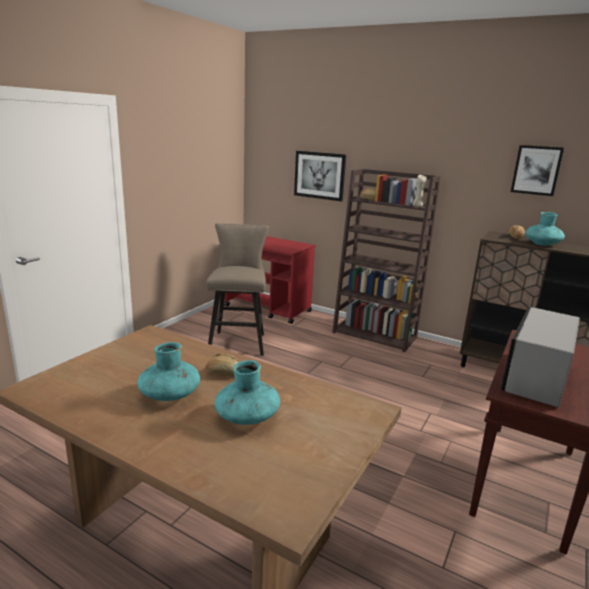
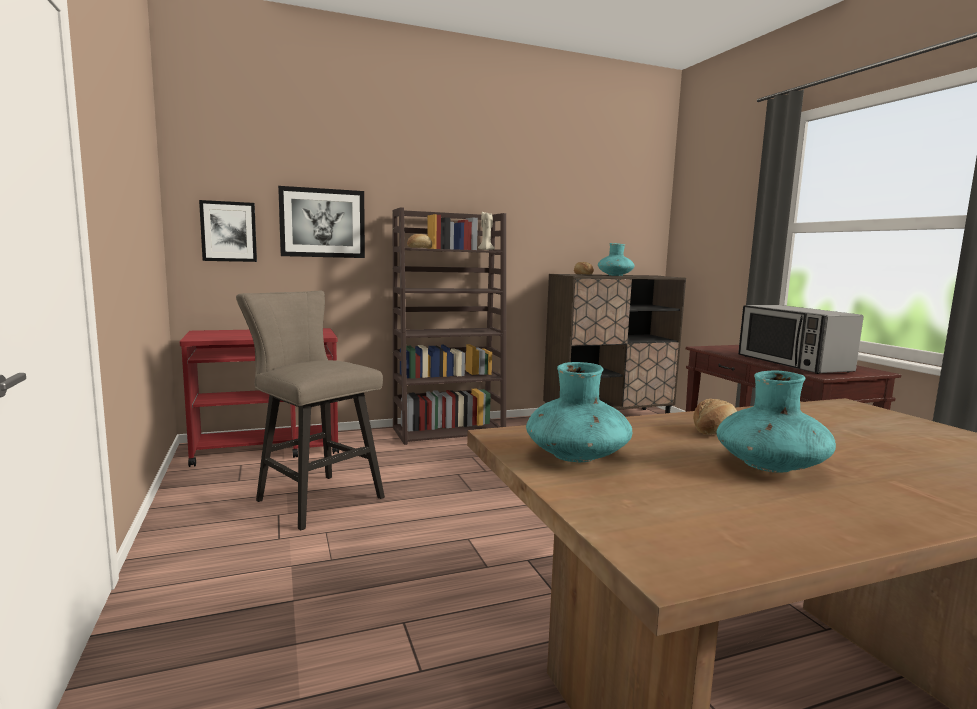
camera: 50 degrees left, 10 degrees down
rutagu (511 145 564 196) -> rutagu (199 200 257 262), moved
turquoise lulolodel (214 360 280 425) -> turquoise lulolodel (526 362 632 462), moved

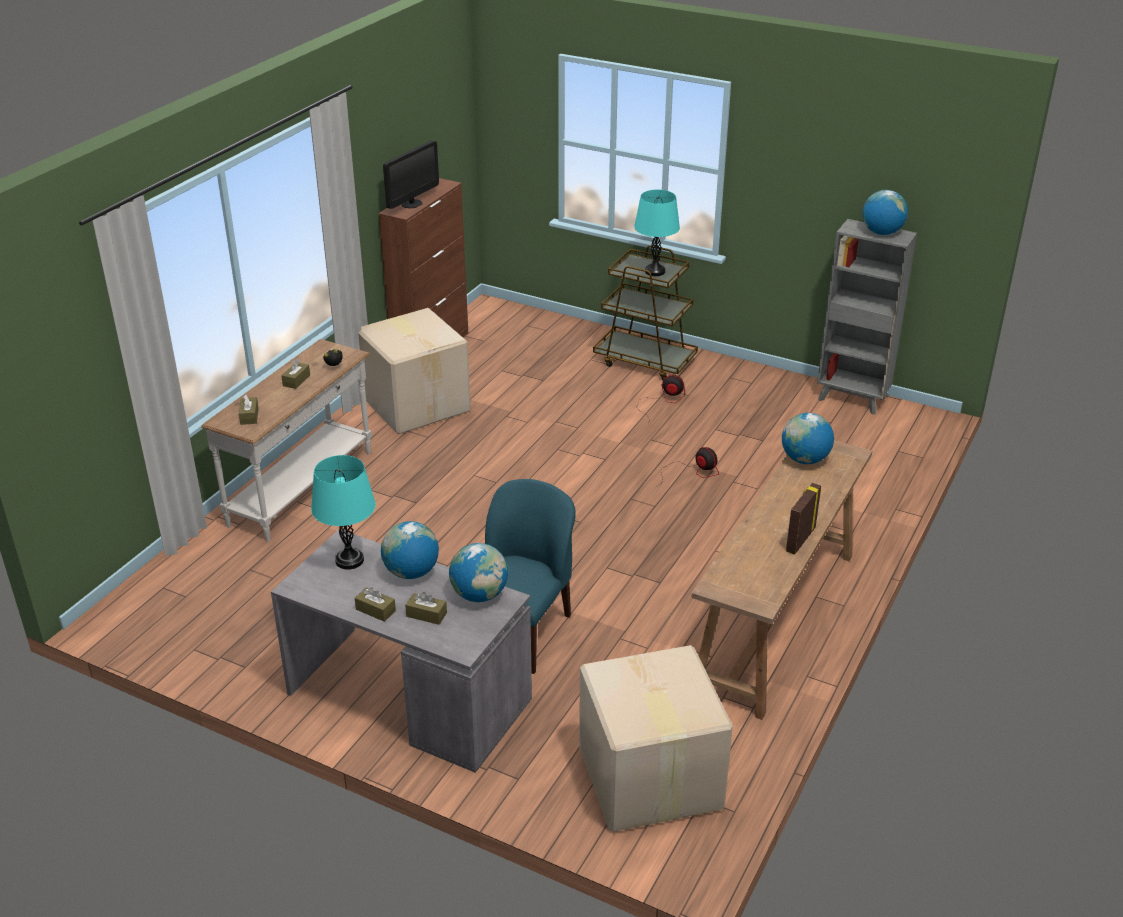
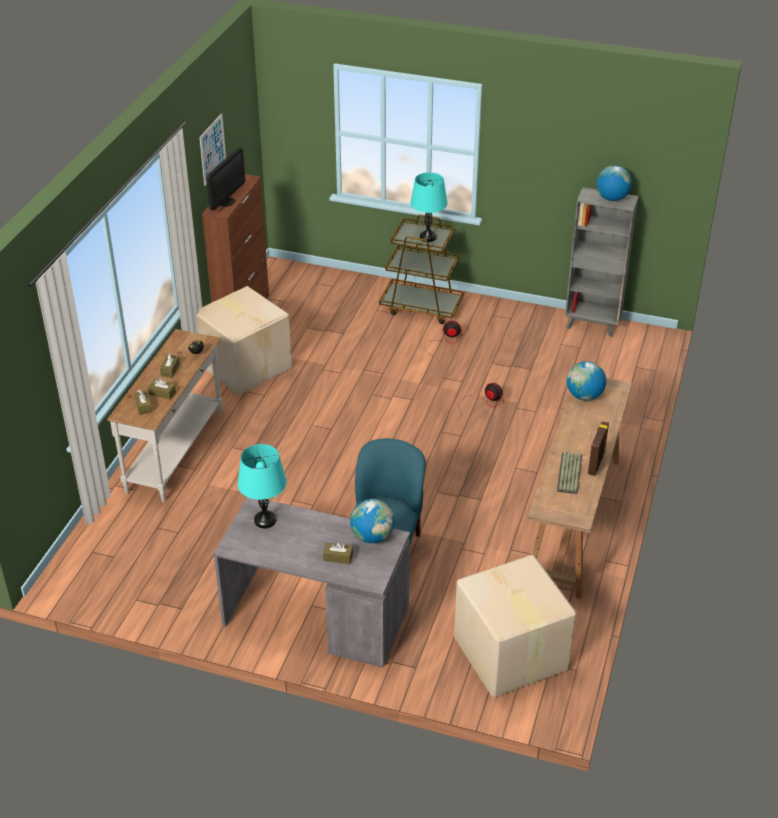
camera: 10 degrees left, 5 degrees up
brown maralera (355 587 396 622) -> brown maralera (148 378 176 400), moved
none -> rutagu (199 113 226 186)
none -> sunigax (557 452 582 494)
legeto (381 521 439 579) -> none

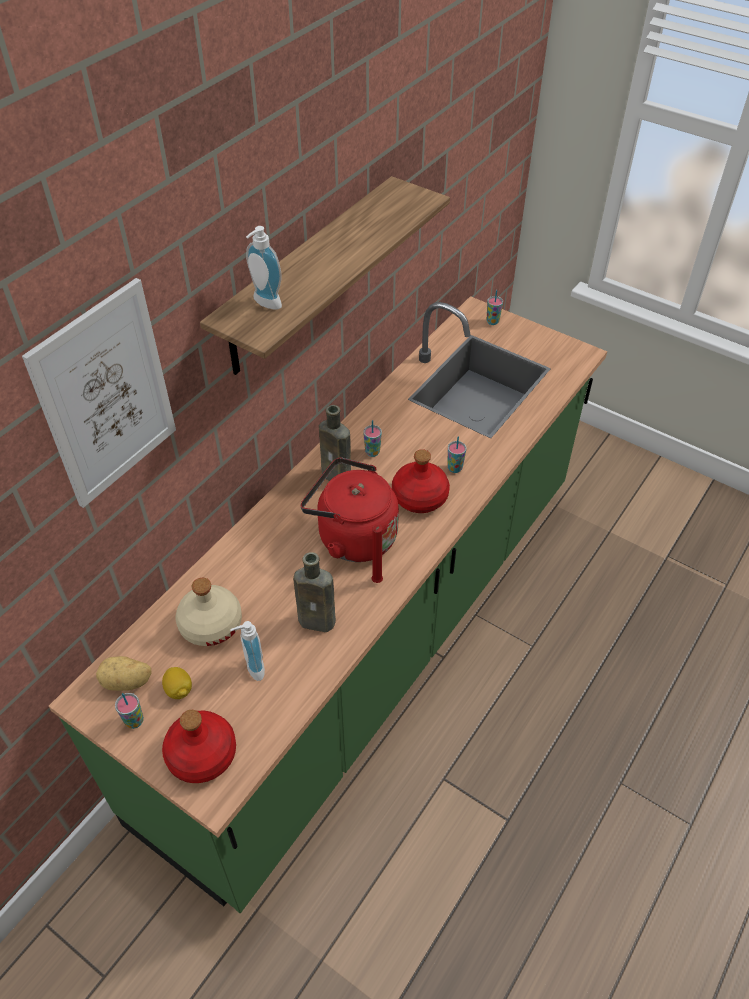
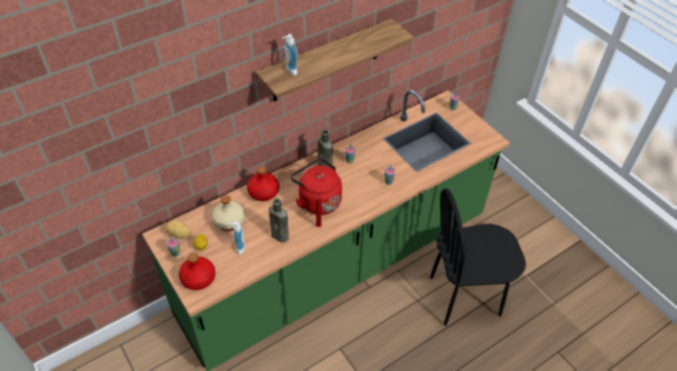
camera: 20 degrees right, 0 degrees up
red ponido (392 449 450 513) -> red ponido (247 166 279 201), moved
none -> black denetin (430 188 526 326)
rutagu (22 278 176 508) -> none

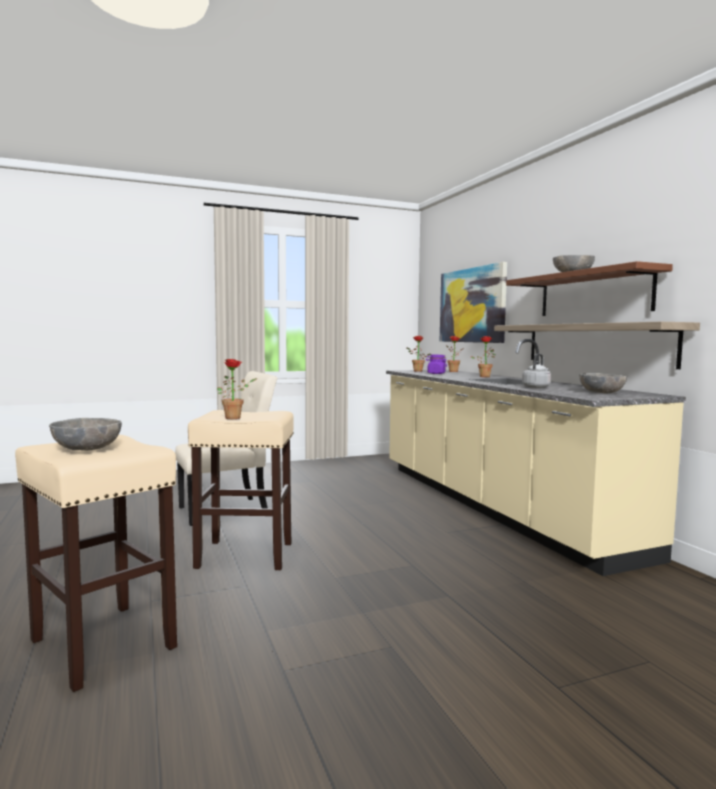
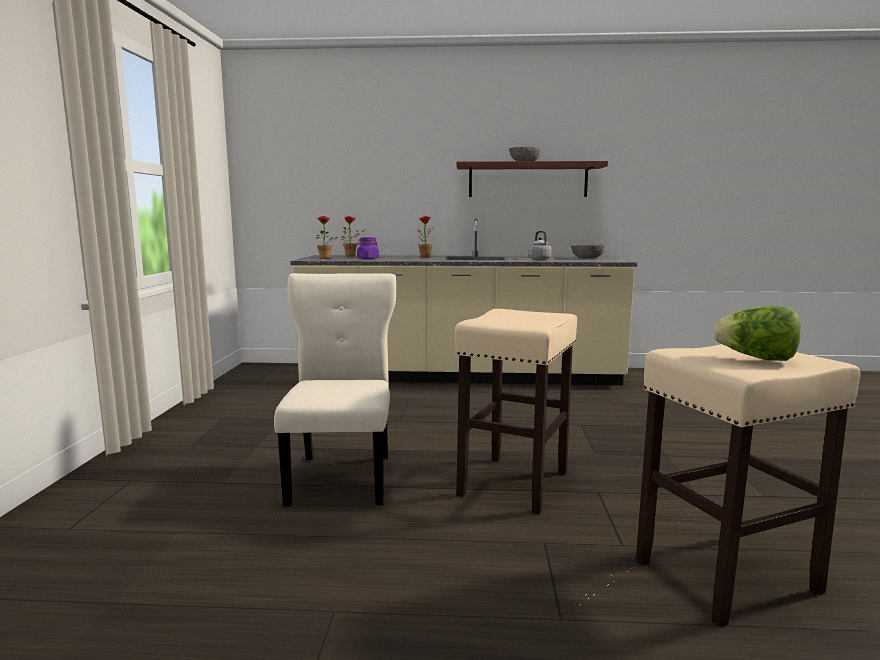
camera: 65 degrees left, 5 degrees up
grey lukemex (49 418 122 450) -> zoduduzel (713 306 801 361)
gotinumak (217 359 257 419) -> none
rutagu (440 262 507 343) -> none
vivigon (494 322 700 369) -> none

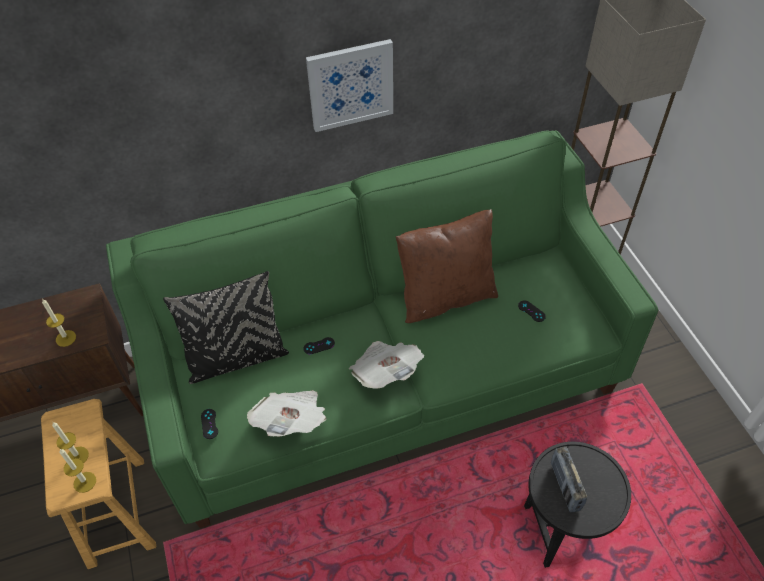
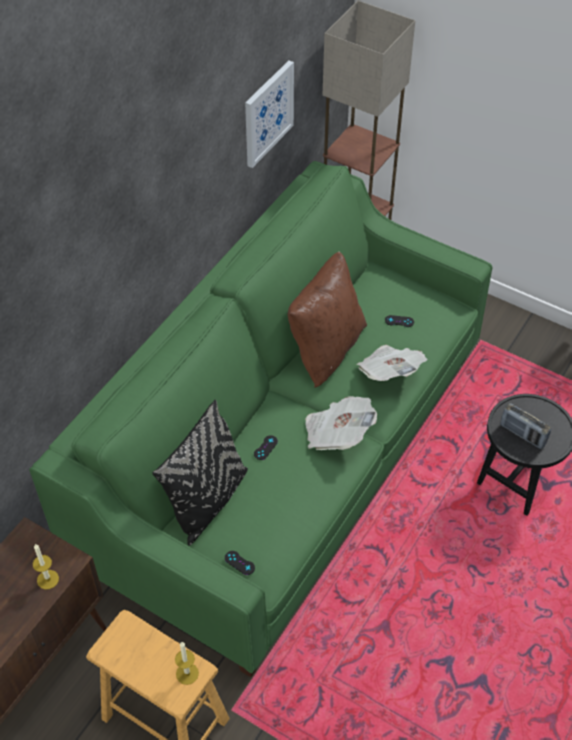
camera: 40 degrees left, 0 degrees up
rutagu (306 39 393 132) -> rutagu (245 60 294 168), moved
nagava (247 390 326 436) -> nagava (356 345 427 381), moved
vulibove (52 422 89 463) -> none

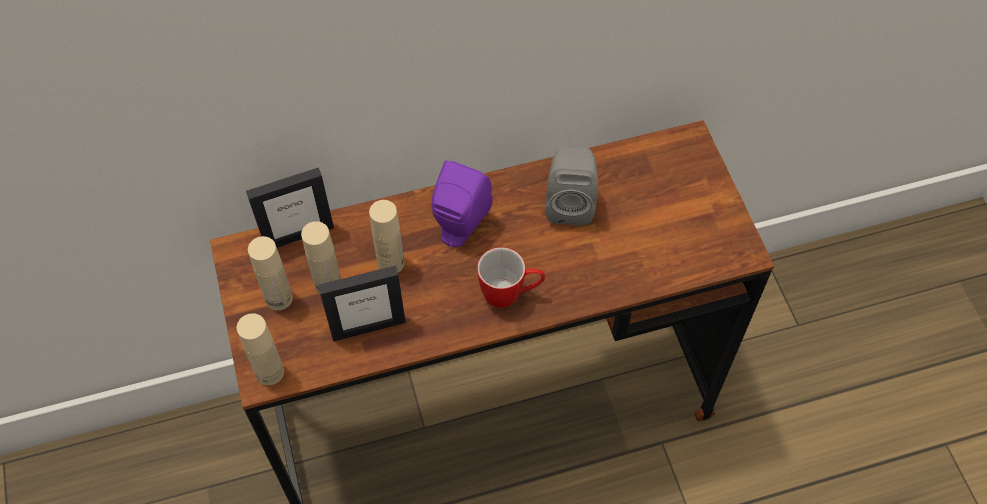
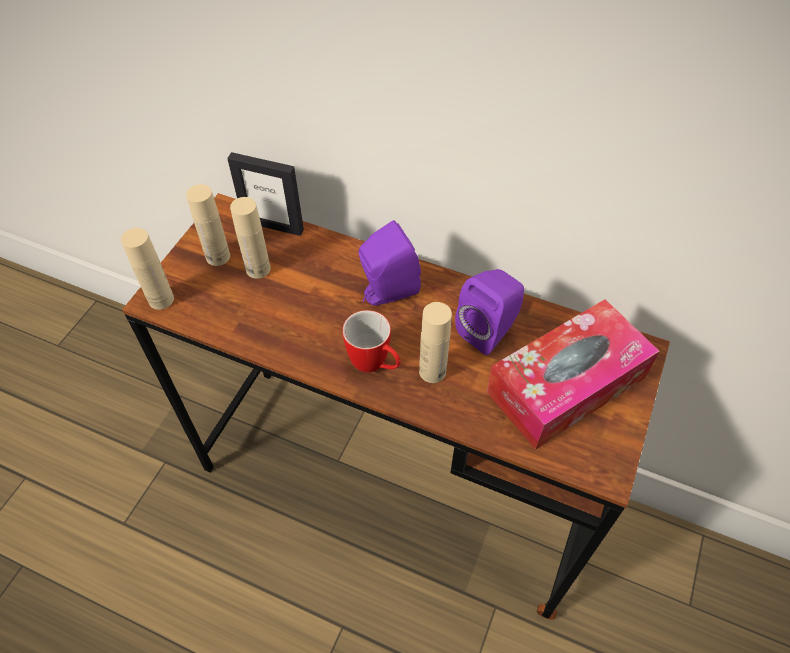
camera: 40 degrees right, 5 degrees down
beige ponido (369 200 404 273) -> beige ponido (419 302 452 383), moved
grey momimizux (546 146 598 226) -> purple momimizux (455 269 524 355)
none -> maralera (487 299 660 450)
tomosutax (318 265 406 342) -> none

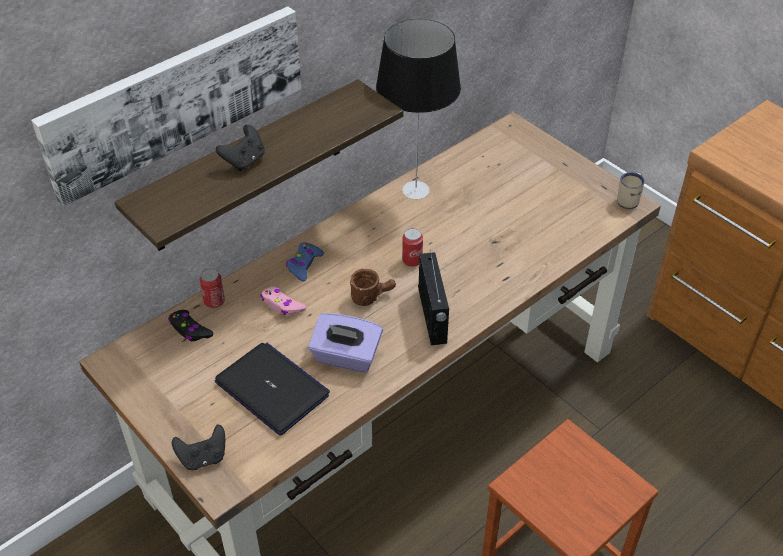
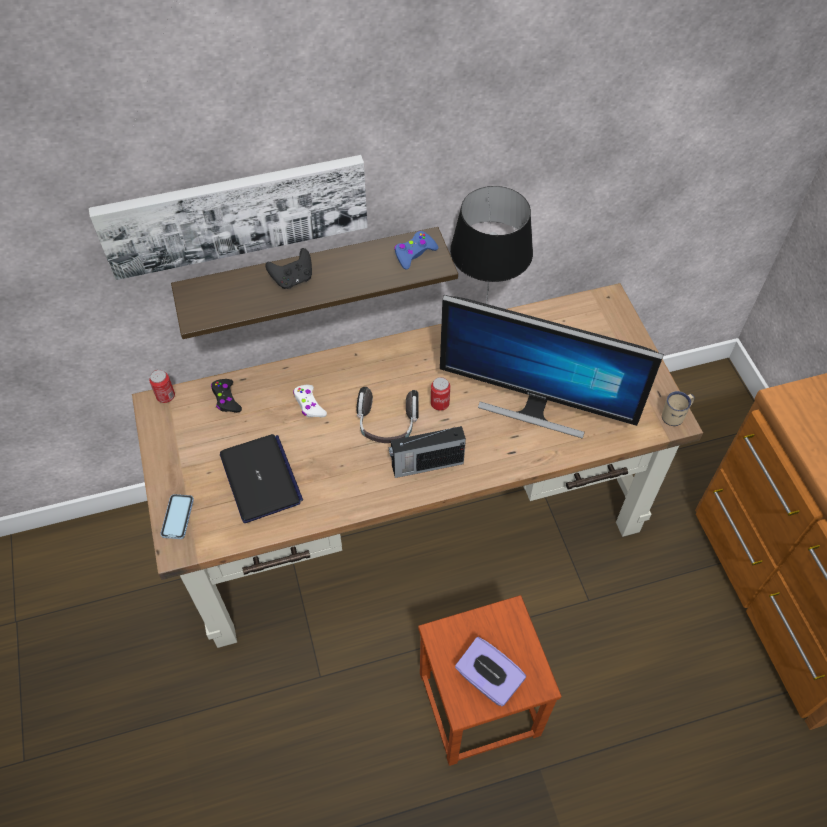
camera: 25 degrees right, 10 degrees up
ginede (199 269 225 308) -> ginede (149 370 175 403), moved
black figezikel (172 424 225 470) -> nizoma (160 494 194 539)
pink figezikel (261 286 306 316) -> white figezikel (293 385 327 417)
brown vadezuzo (350 269 396 306) -> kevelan (357 387 419 443)
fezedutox (418 250 449 345) -> fezedutox (389 426 466 478), 60 degrees clockwise
blue figezikel (286 242 324 282) -> blue figezikel (394 231 438 270), moved
none -> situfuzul (440 295 664 439)
purple maralera (309 313 383 373) -> purple maralera (455 637 526 706), moved

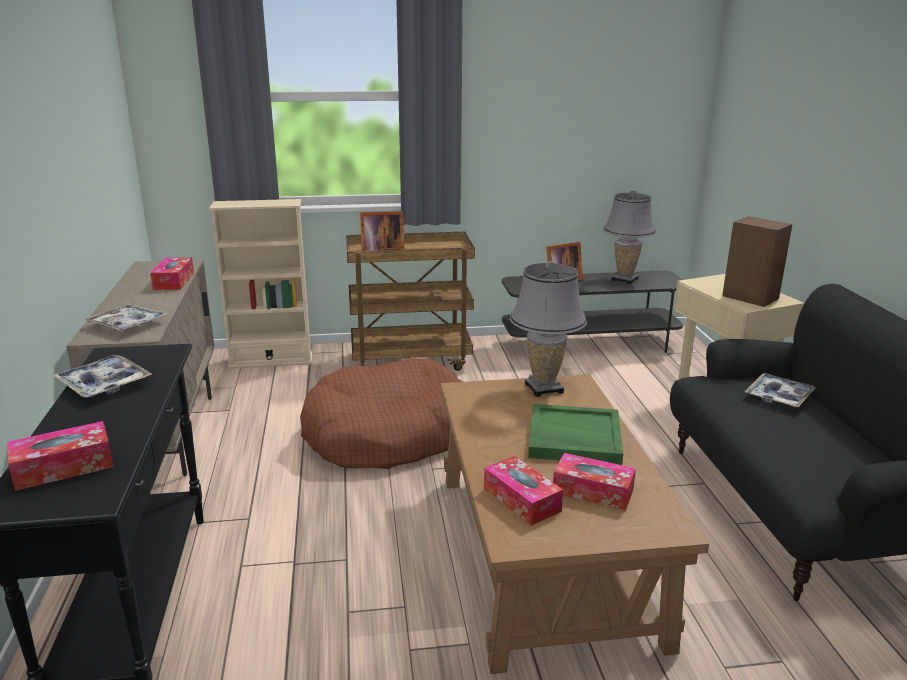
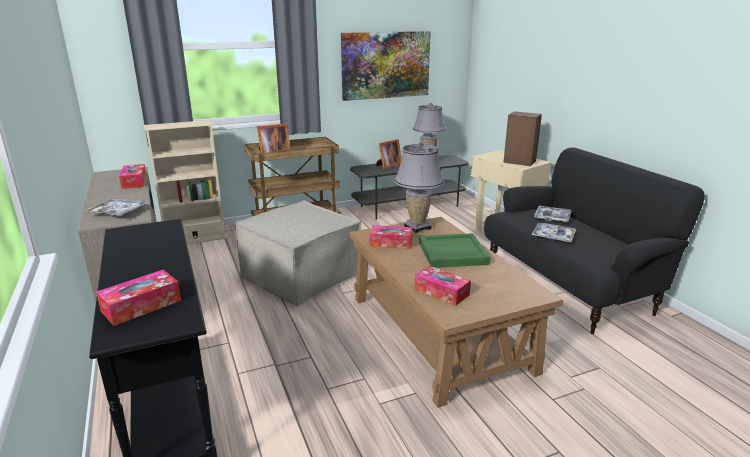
camera: 15 degrees left, 0 degrees up
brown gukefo (300 358 463 469) -> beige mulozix (235 200 361 306)
none -> rutagu (341 31 431 101)
maralera (553 453 636 510) -> maralera (370 225 412 249), moved
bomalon (53 355 152 398) -> bomalon (532 223 576 242), moved

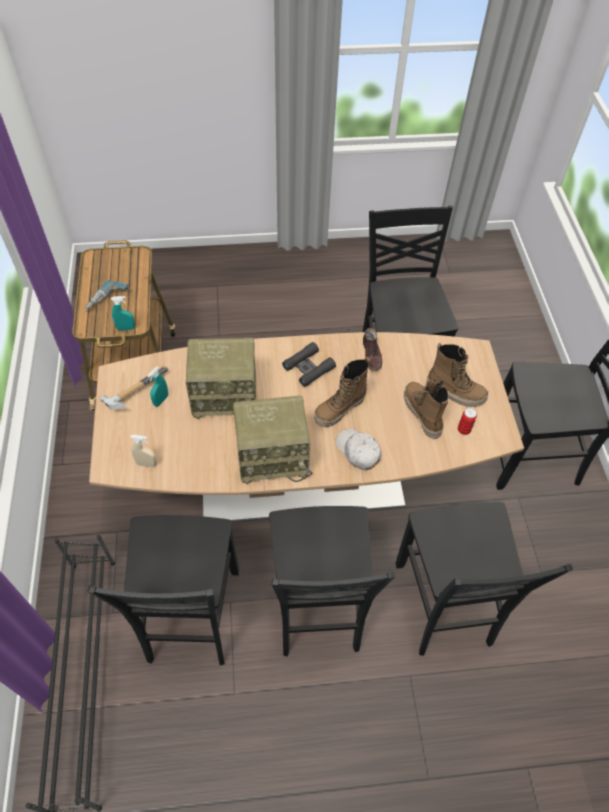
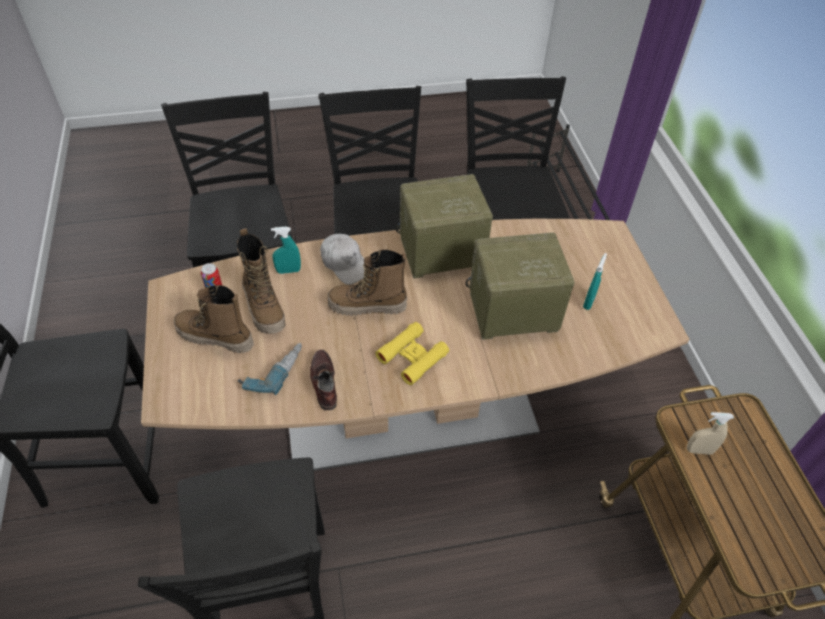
camera: 175 degrees right, 5 degrees down
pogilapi (86 280 131 309) -> pogilapi (238 343 302 395), moved
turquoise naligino (111 296 135 331) -> turquoise naligino (271 227 301 274), moved
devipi (314 357 371 427) -> devipi (328 249 407 316), 135 degrees counterclockwise
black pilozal (282 342 336 387) -> yellow pilozal (375 322 449 385)
beige naligino (130 435 157 467) -> beige naligino (687 412 734 455), moved
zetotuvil (100 366 168 409) -> none

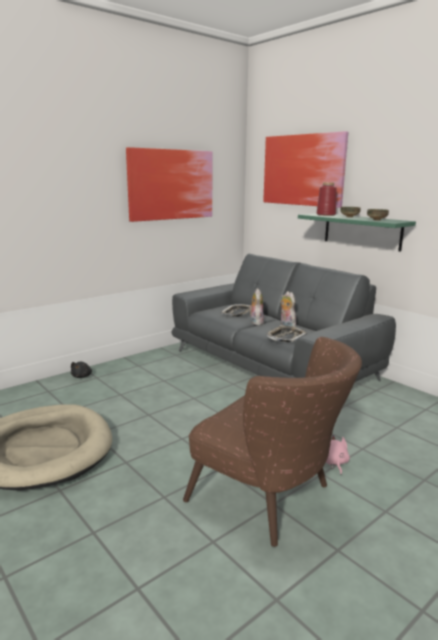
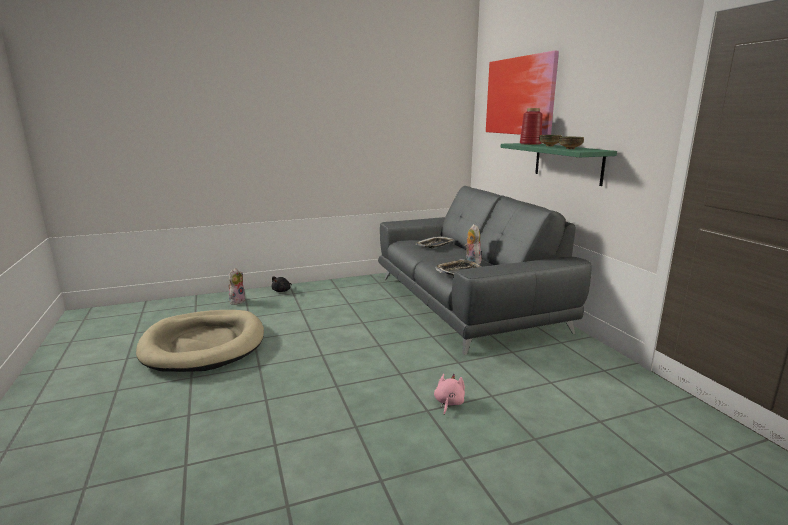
camera: 20 degrees right, 0 degrees up
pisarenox (249 288 264 325) -> pisarenox (228 268 246 305), moved
rutagu (126 147 213 222) -> none
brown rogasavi (183 337 362 547) -> none

